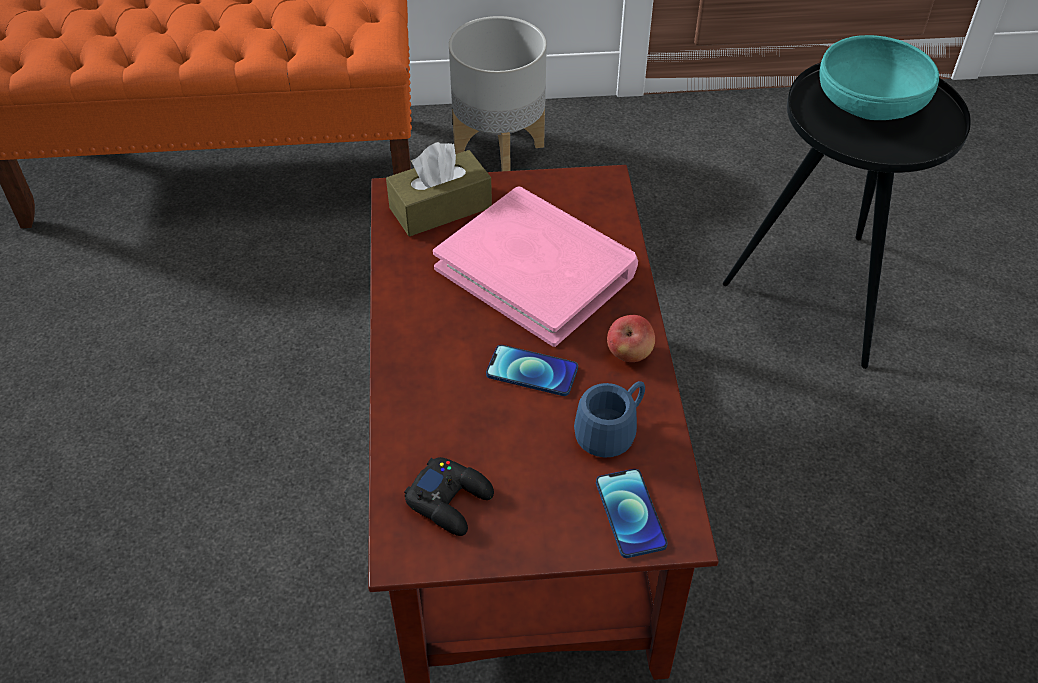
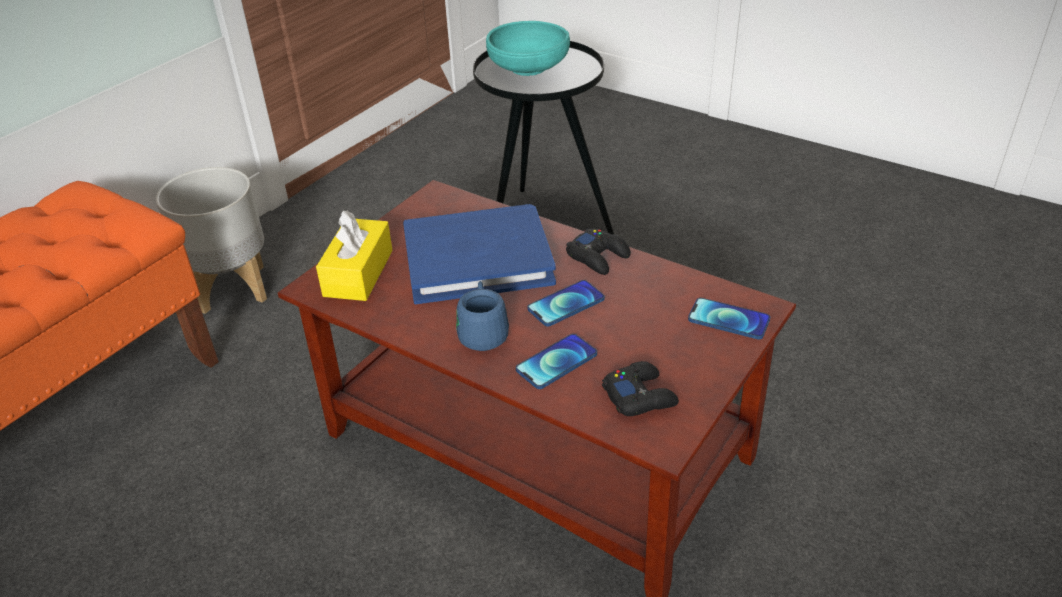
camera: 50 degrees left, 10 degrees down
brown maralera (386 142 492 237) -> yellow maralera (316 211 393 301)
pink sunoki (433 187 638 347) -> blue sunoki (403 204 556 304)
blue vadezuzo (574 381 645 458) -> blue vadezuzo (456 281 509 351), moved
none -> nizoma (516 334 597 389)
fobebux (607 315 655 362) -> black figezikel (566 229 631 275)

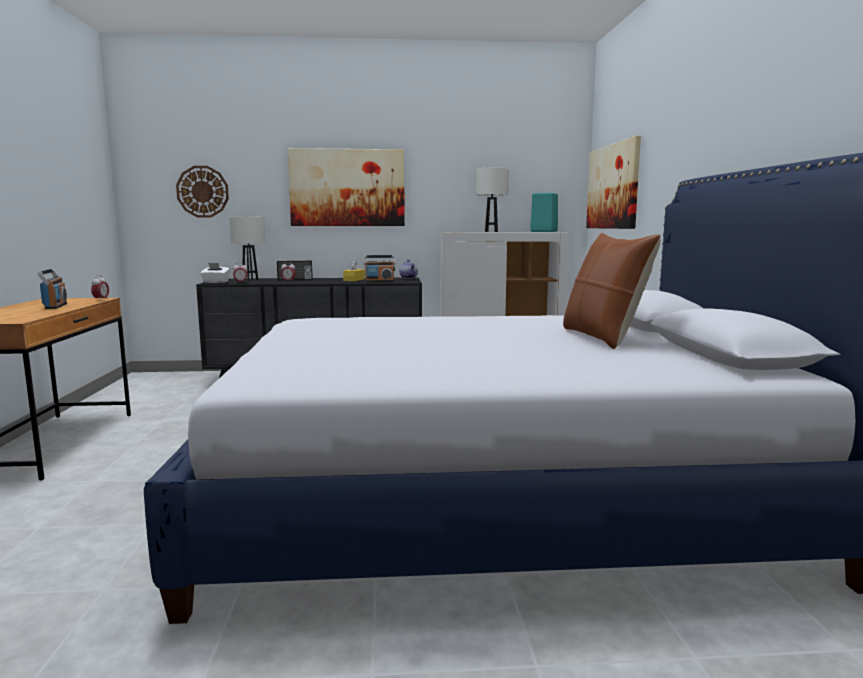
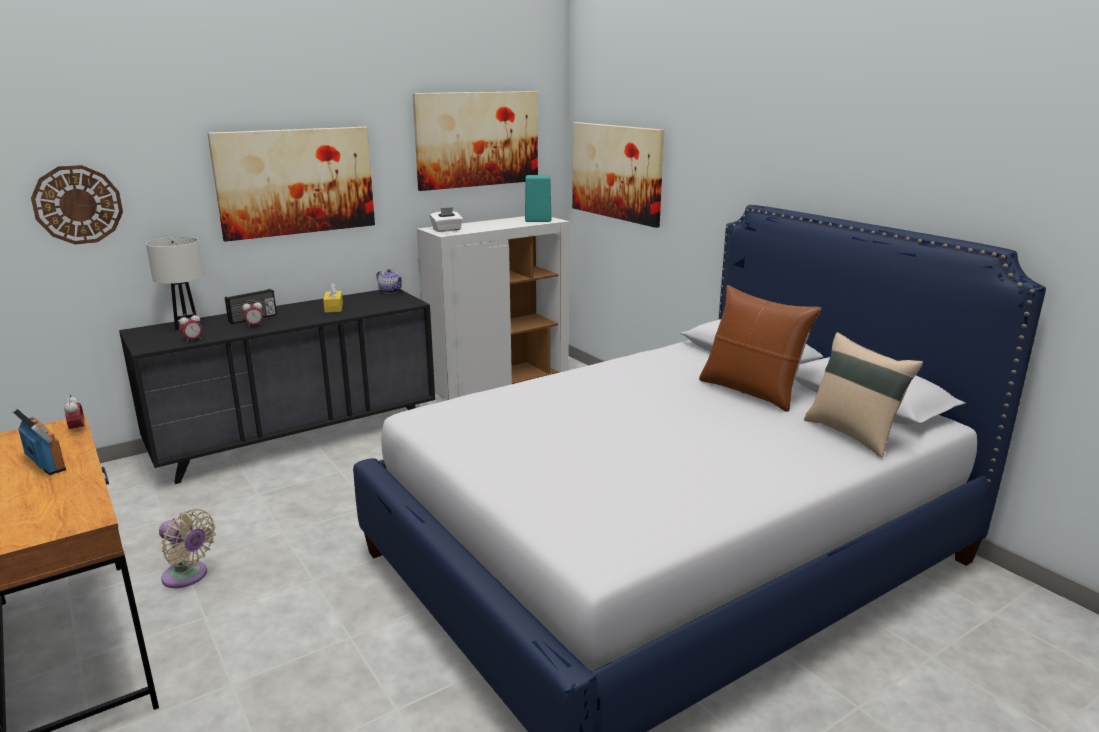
camera: 30 degrees left, 10 degrees up
none -> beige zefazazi (159 509 216 588)
none -> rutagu (412 91 538 191)
white maralera (200 263 230 283) -> white maralera (430 207 463 232), moved
none -> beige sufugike (804 332 923 458)
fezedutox (363 255 395 282) -> none
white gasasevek (476 168 509 232) -> none

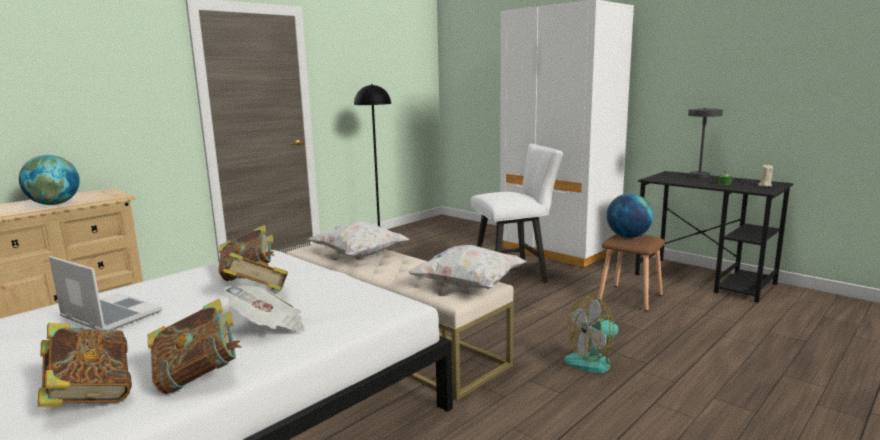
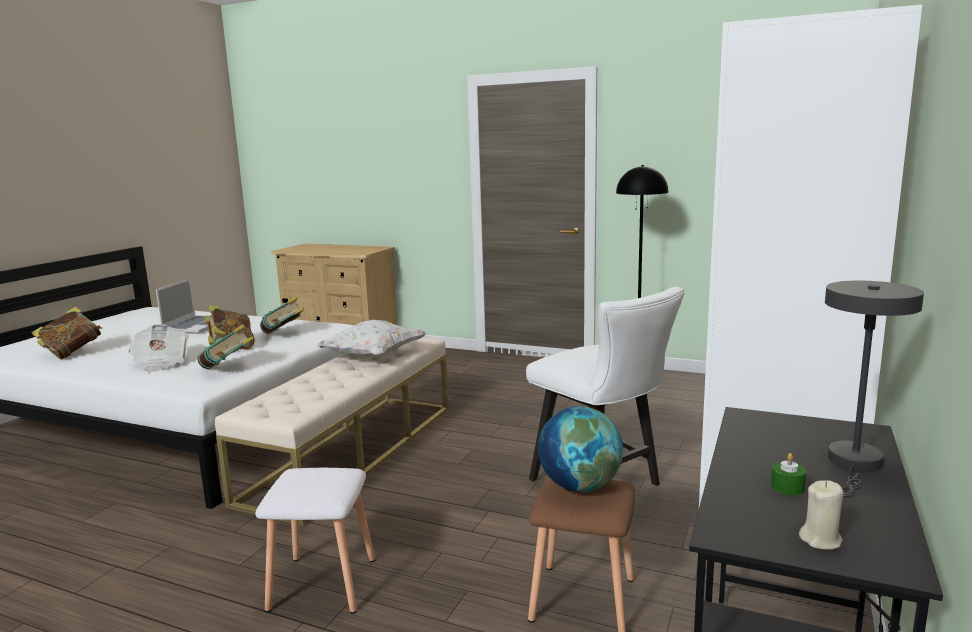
camera: 70 degrees right, 0 degrees up
sunoki (148 299 241 394) -> sunoki (197 324 254 369), moved
zefazazi (564 295 631 373) -> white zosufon (255 468 375 614)
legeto (19 155 80 205) -> none
white sufugike (408 245 527 289) -> none

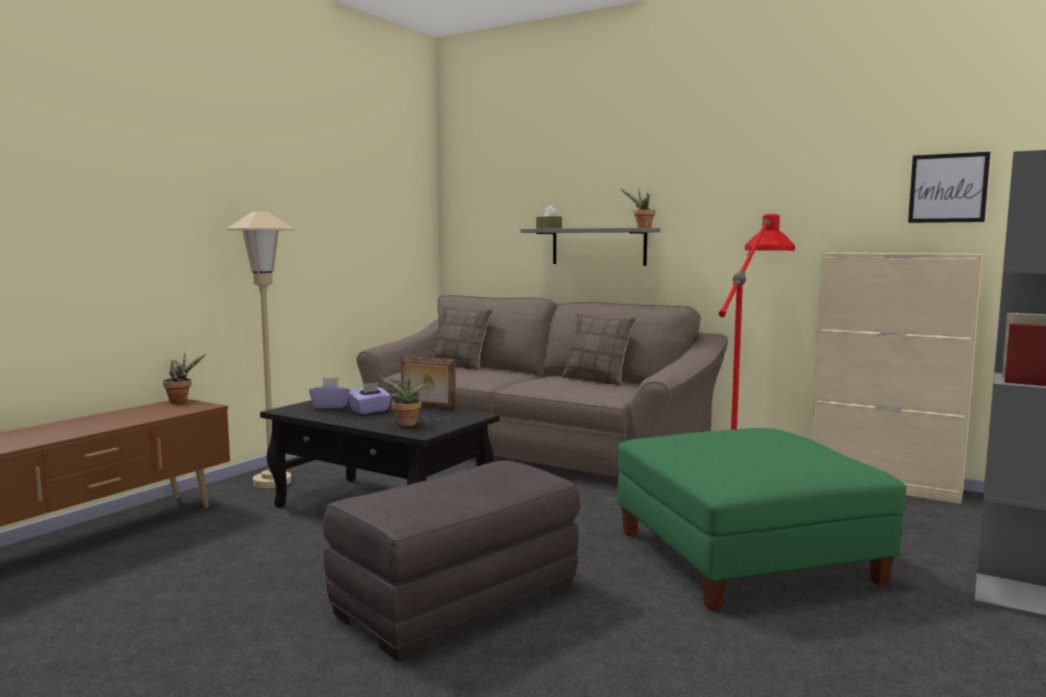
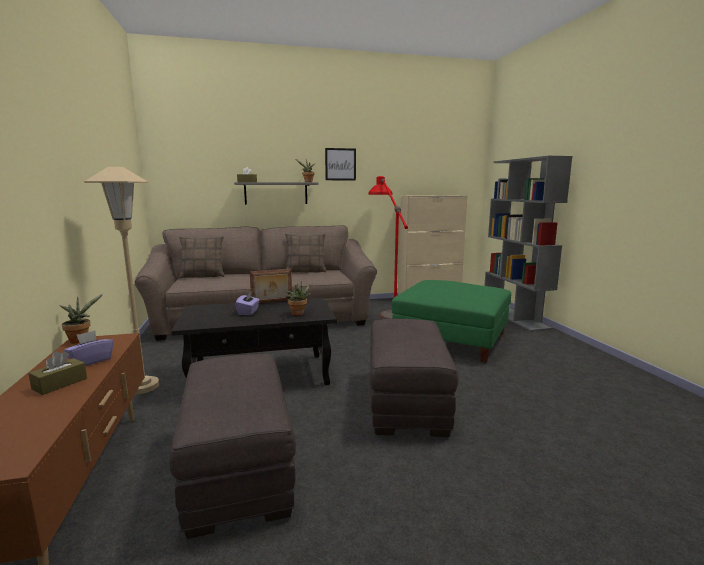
camera: 45 degrees left, 5 degrees up
none -> brown maralera (28 351 87 395)
purple maralera (309 377 350 408) -> purple maralera (64 331 114 366), moved
none -> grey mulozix (169 354 296 539)
rutagu (908 152 990 223) -> rutagu (325 148 356 180), moved

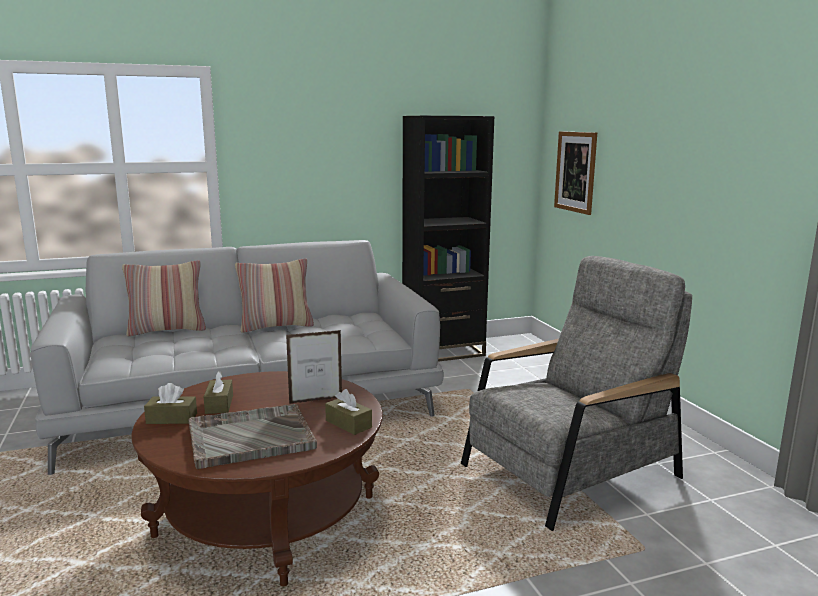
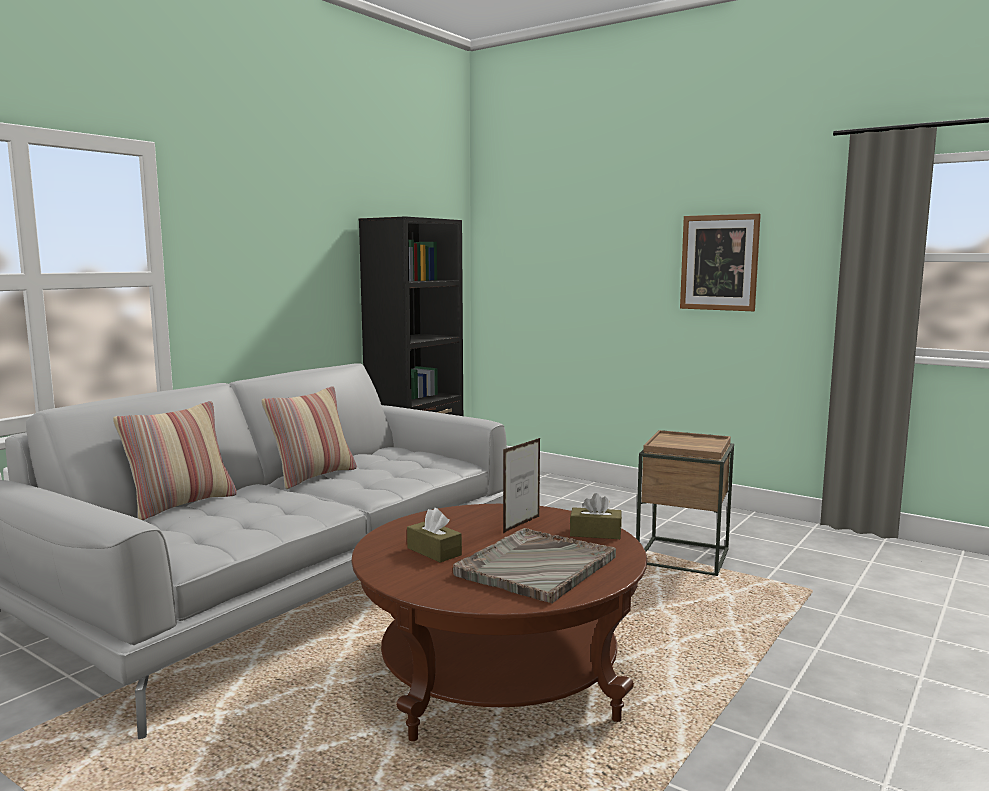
camera: 35 degrees left, 5 degrees down
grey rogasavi (461 256 692 531) -> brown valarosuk (636 430 734 576)
rutagu (554 131 597 215) -> rutagu (680 214 761 311), moved
brown maralera (144 383 197 424) -> none

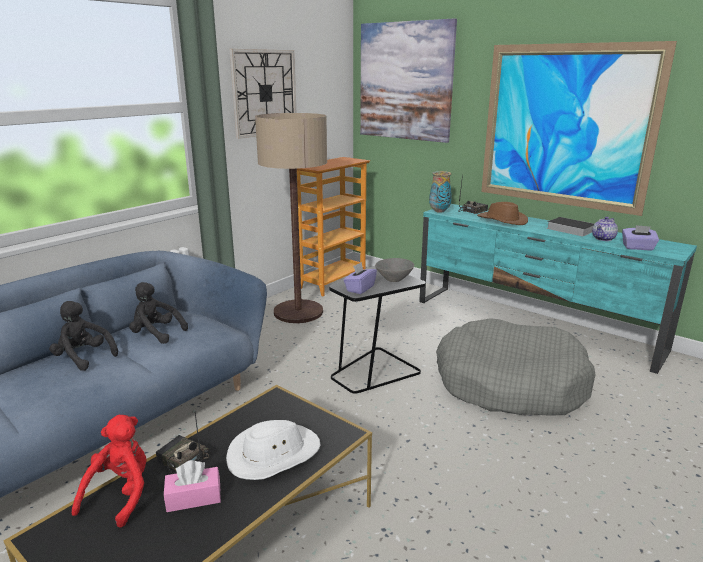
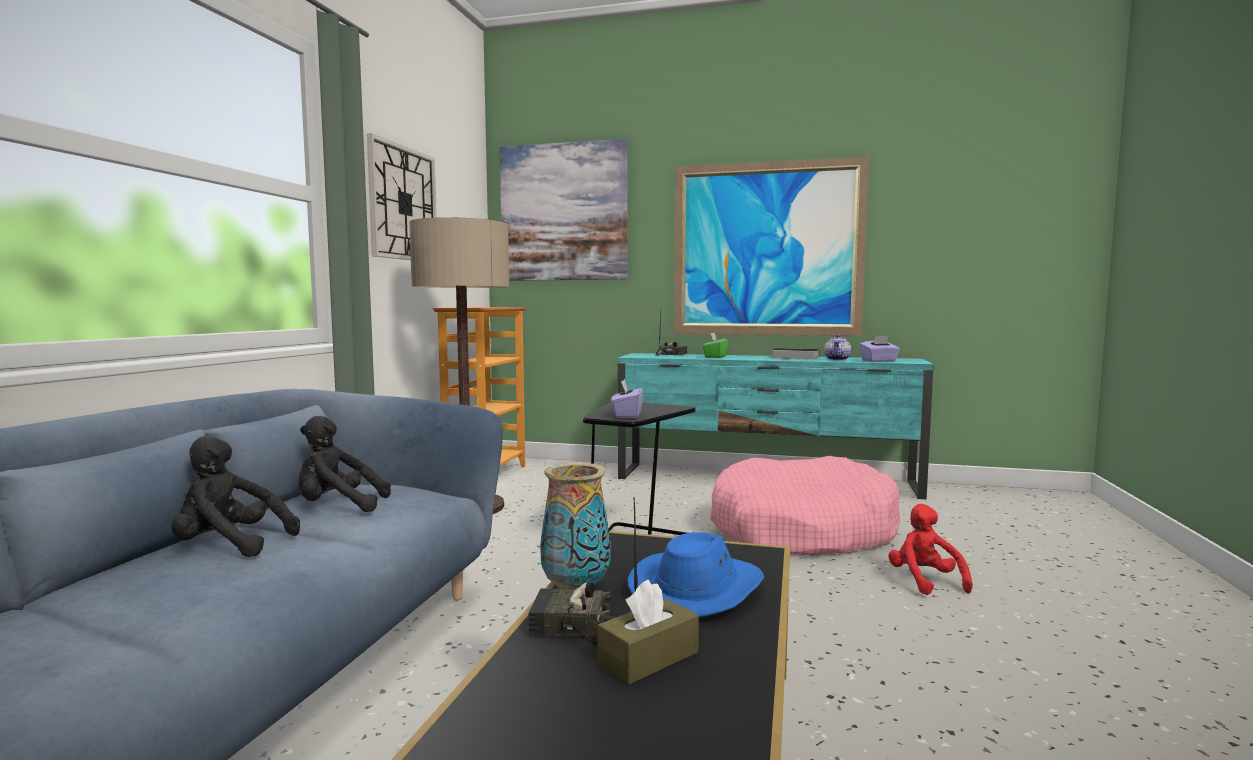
camera: 25 degrees left, 15 degrees down
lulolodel (429 171 452 213) -> lulolodel (540 462 611 590), moved
pink maralera (164 460 221 512) -> brown maralera (597 580 699 684)
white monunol (226 420 321 480) -> blue monunol (627 532 765 617)
brown monunol (477 202 528 225) -> green maralera (703 333 728 358)
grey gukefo (436 318 596 415) -> pink gukefo (710 456 901 556)
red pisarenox (72 415 147 528) -> red pisarenox (888 504 973 595), moved
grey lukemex (375 258 414 282) -> none

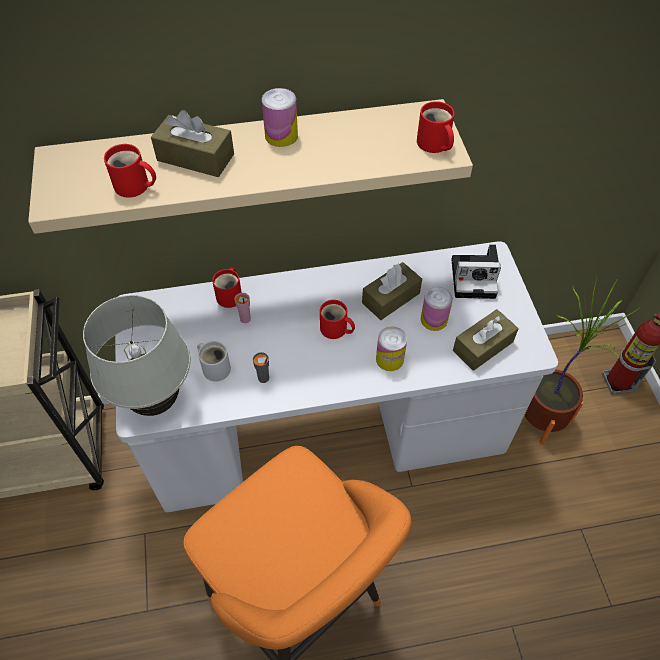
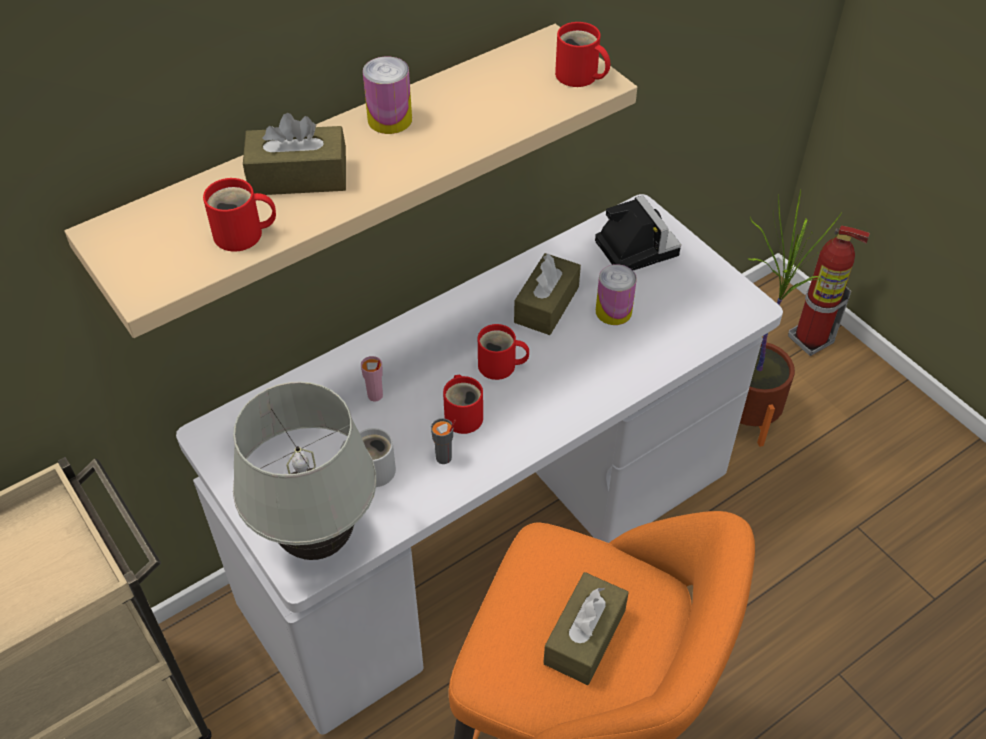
camera: 25 degrees left, 5 degrees down
red vadezuzo (212 268 242 308) -> red vadezuzo (443 374 483 434), moved
brown maralera (453 309 519 371) -> brown maralera (543 572 629 685), moved
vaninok (451 244 501 299) -> vaninok (595 195 681 270), 90 degrees counterclockwise
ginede (376 326 407 371) -> none

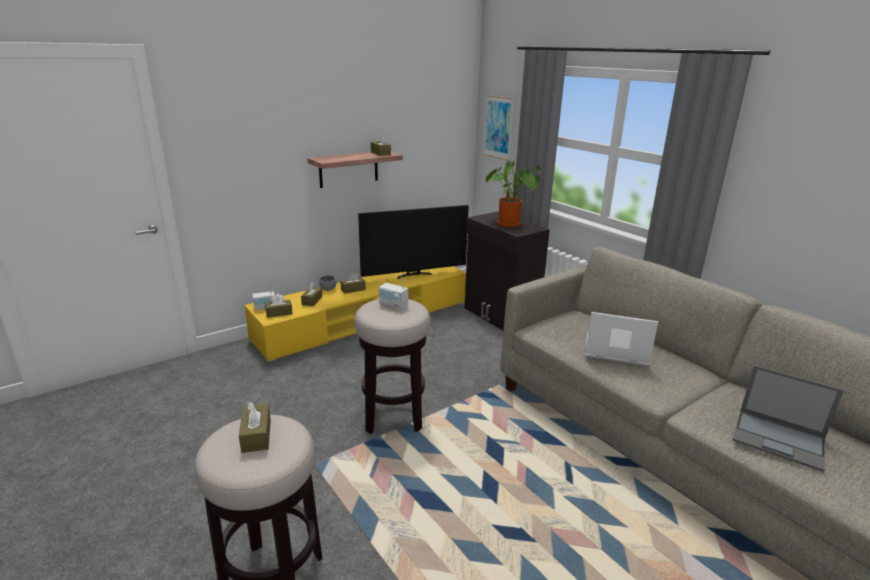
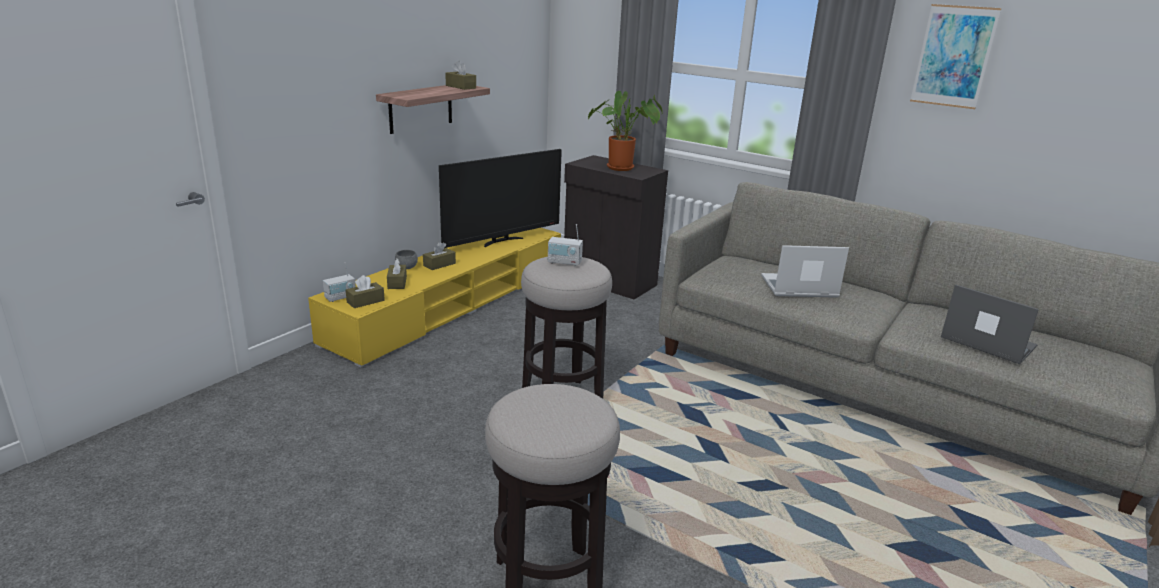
camera: 20 degrees left, 0 degrees up
rutagu (483 95 514 160) -> rutagu (910 4 1002 109), moved
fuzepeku (732 365 844 472) -> fuzepeku (941 284 1039 364), 150 degrees counterclockwise
brown maralera (239 402 271 453) -> none

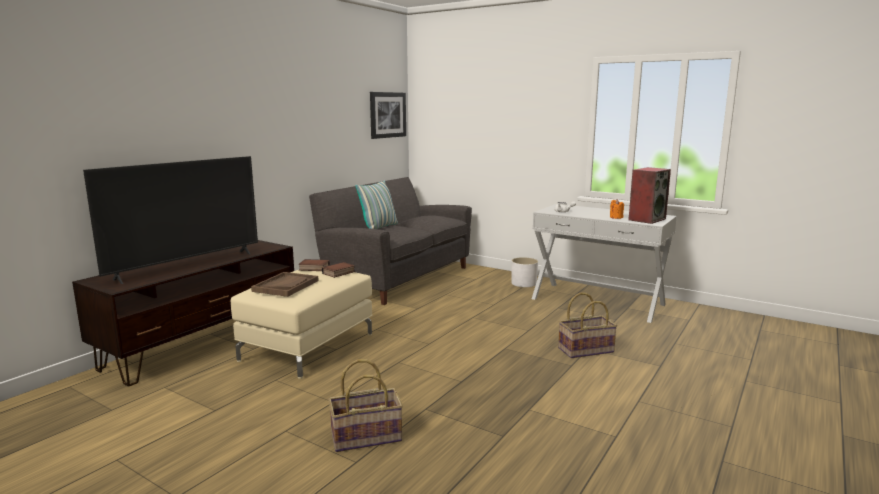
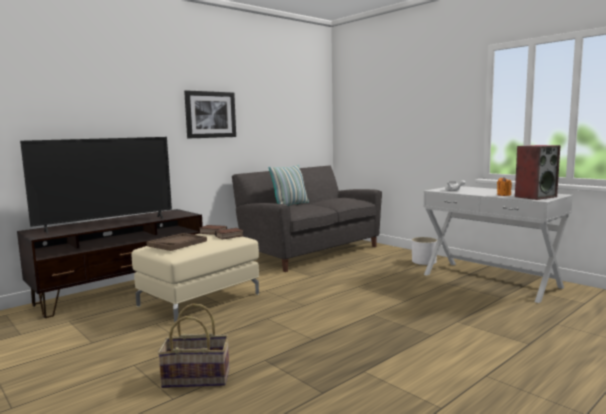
camera: 15 degrees right, 5 degrees down
rutagu (370 92 406 139) -> rutagu (184 90 236 139), moved
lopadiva (558 292 617 358) -> none

